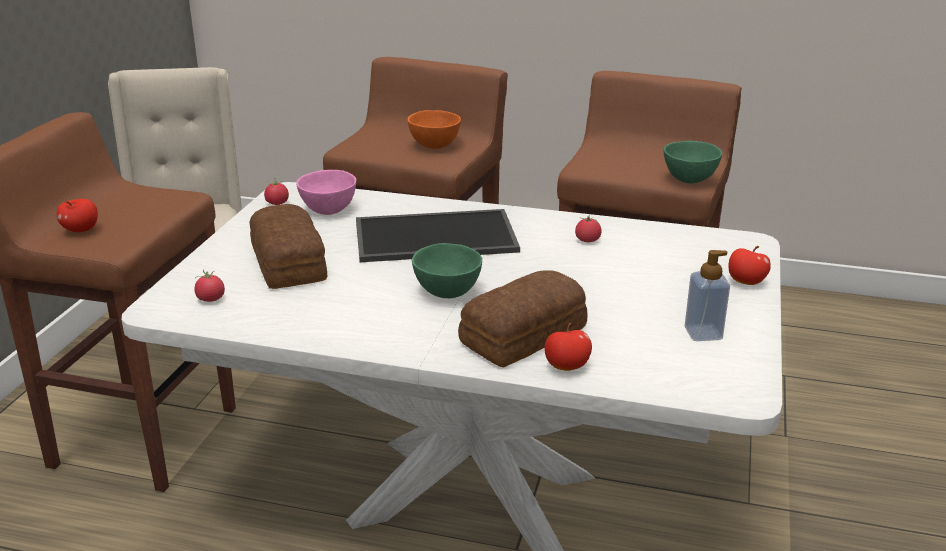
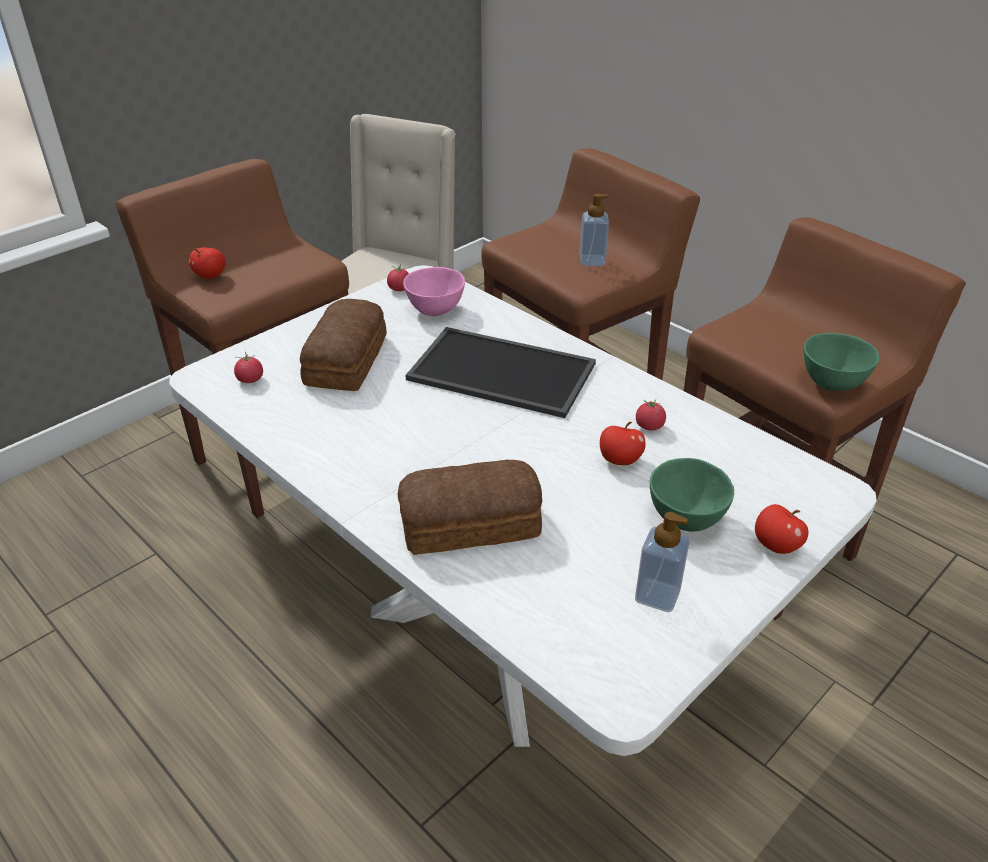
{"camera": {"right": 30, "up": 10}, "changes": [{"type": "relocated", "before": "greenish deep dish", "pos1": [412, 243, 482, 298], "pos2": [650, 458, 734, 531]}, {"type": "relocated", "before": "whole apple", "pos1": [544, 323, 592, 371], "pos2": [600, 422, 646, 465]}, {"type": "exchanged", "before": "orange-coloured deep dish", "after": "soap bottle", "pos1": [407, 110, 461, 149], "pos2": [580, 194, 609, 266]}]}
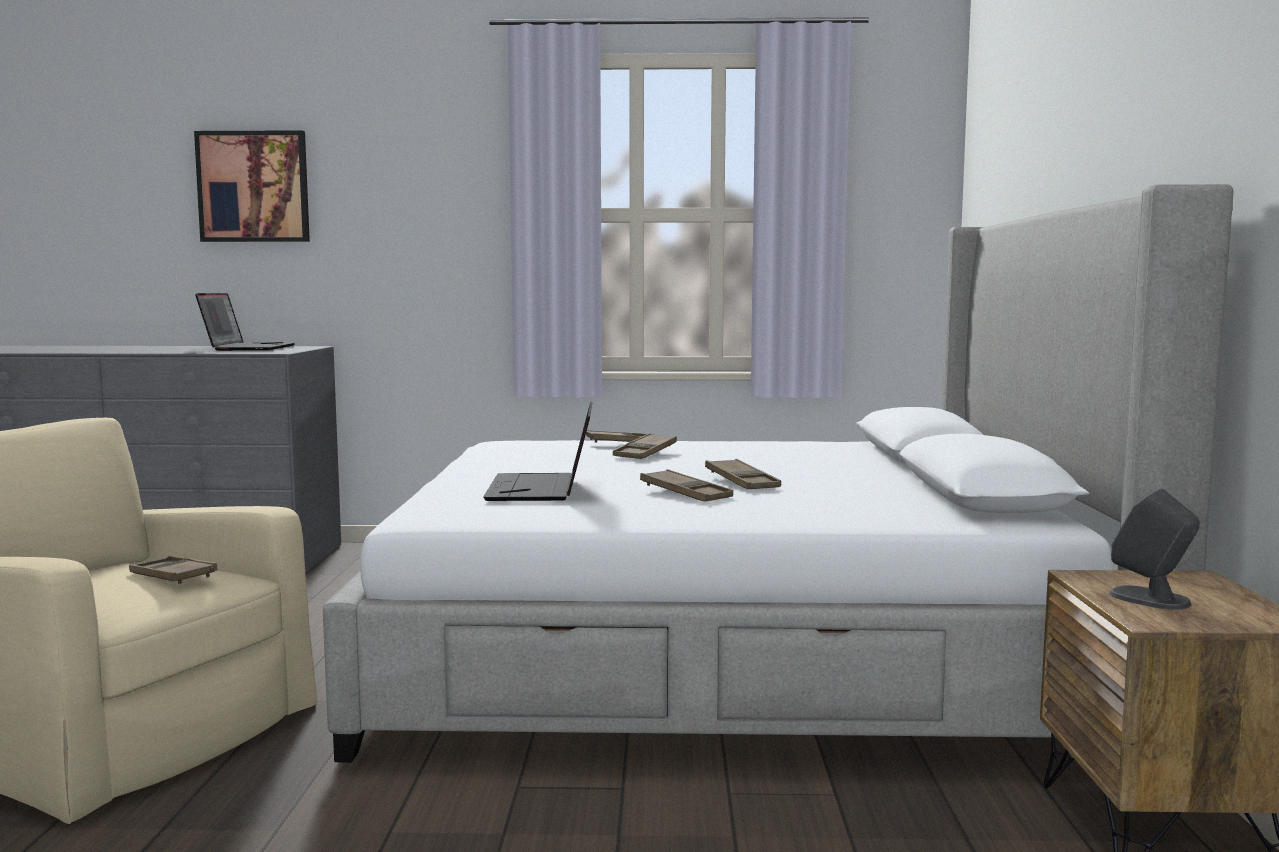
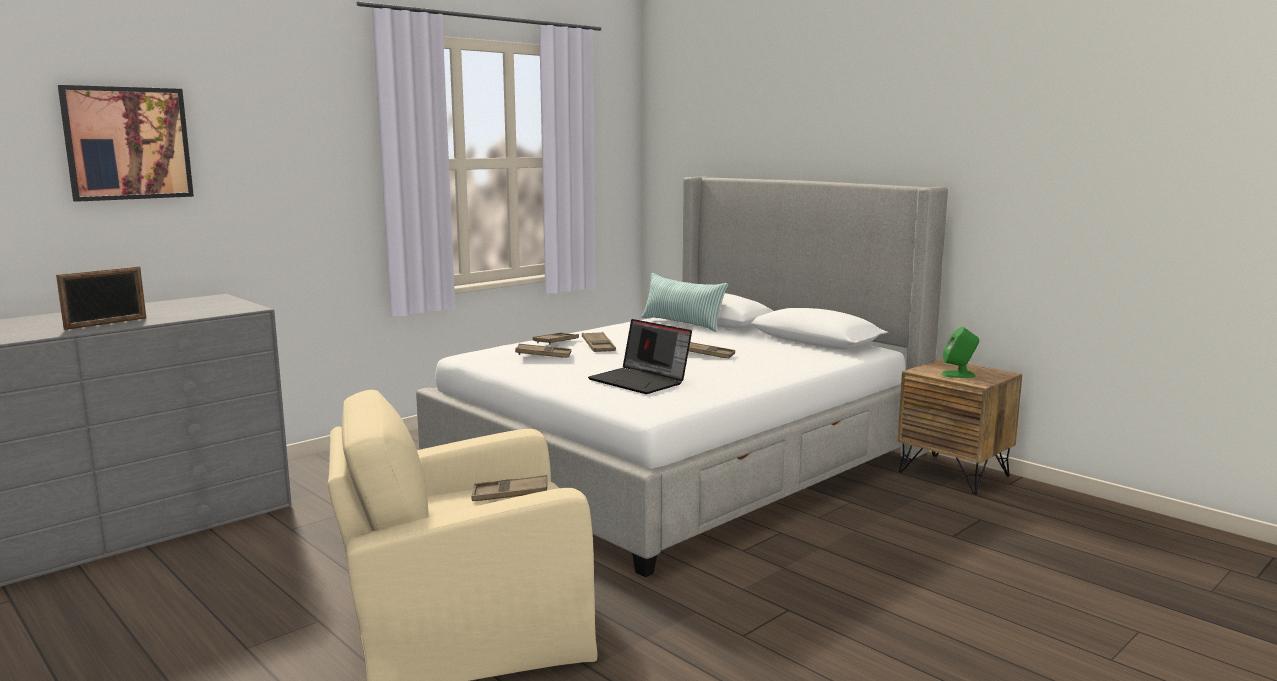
{"camera": {"right": -45, "up": 5}, "changes": [{"type": "missing", "before": "portable computer", "pos1": [195, 293, 295, 351]}, {"type": "appeared", "after": "photo frame", "pos2": [56, 266, 146, 330]}, {"type": "appeared", "after": "cushion", "pos2": [641, 273, 728, 332]}, {"type": "relocated", "before": "brown-coloured serving tray", "pos1": [640, 469, 733, 501], "pos2": [515, 344, 571, 358]}, {"type": "colour", "before": "greyish speaker", "after": "greenish speaker", "pos1": [1109, 488, 1200, 610], "pos2": [941, 327, 979, 378]}]}
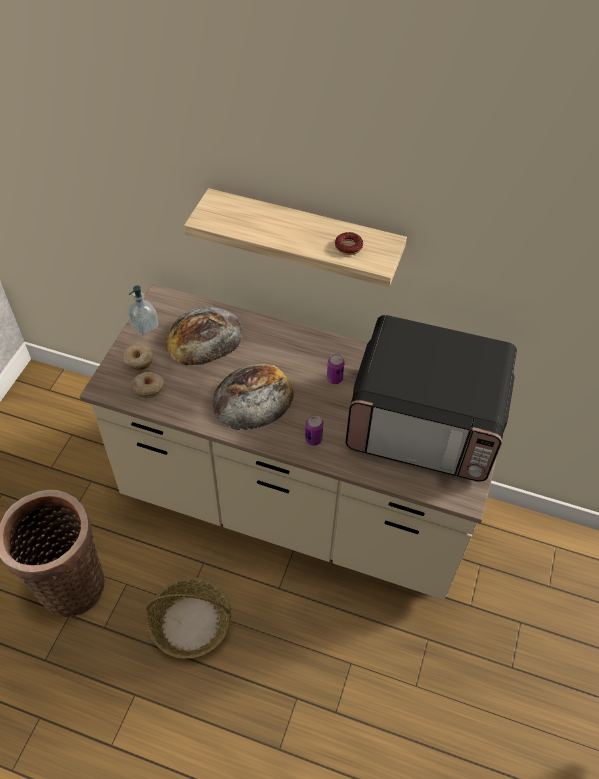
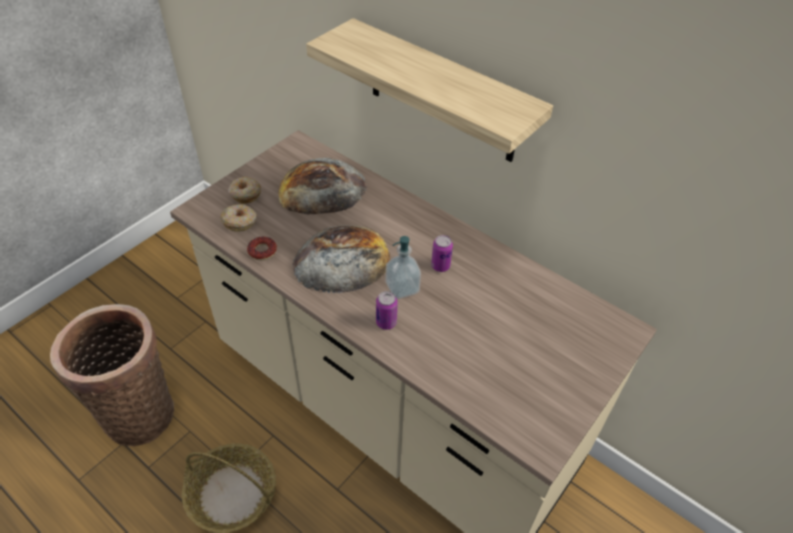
{"camera": {"right": 20, "up": -5}, "changes": [{"type": "missing", "before": "microwave oven", "pos1": [345, 315, 517, 481]}, {"type": "relocated", "before": "soap bottle", "pos1": [127, 285, 159, 336], "pos2": [386, 236, 421, 299]}, {"type": "relocated", "before": "donut", "pos1": [335, 232, 363, 255], "pos2": [247, 237, 277, 261]}]}
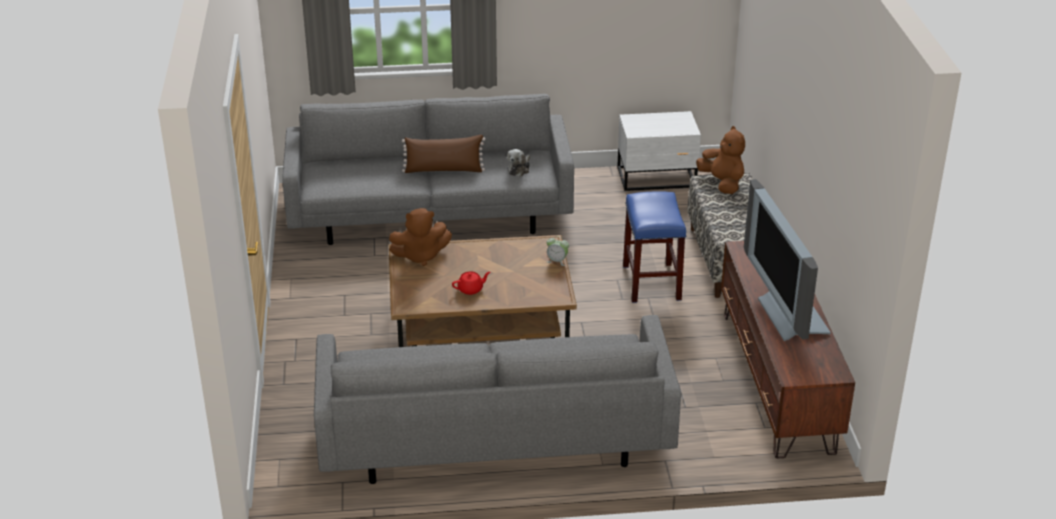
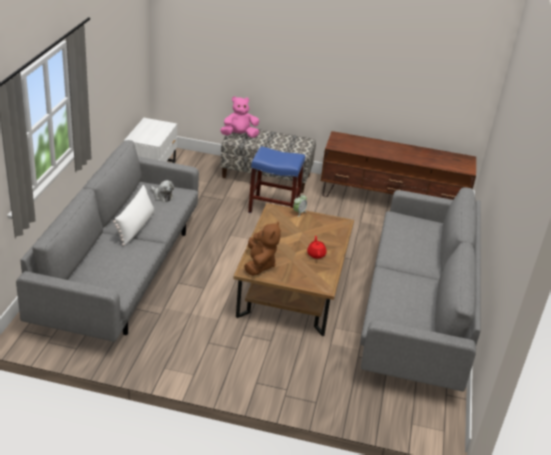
{"camera": {"right": -75, "up": 0}, "changes": [{"type": "missing", "before": "television", "pos1": [744, 179, 831, 341]}, {"type": "colour", "before": "brown-coloured cushion", "after": "whitish cushion", "pos1": [402, 135, 486, 173], "pos2": [113, 185, 154, 246]}, {"type": "colour", "before": "brown-coloured plush toy", "after": "pink plush toy", "pos1": [696, 126, 745, 194], "pos2": [220, 96, 259, 138]}]}
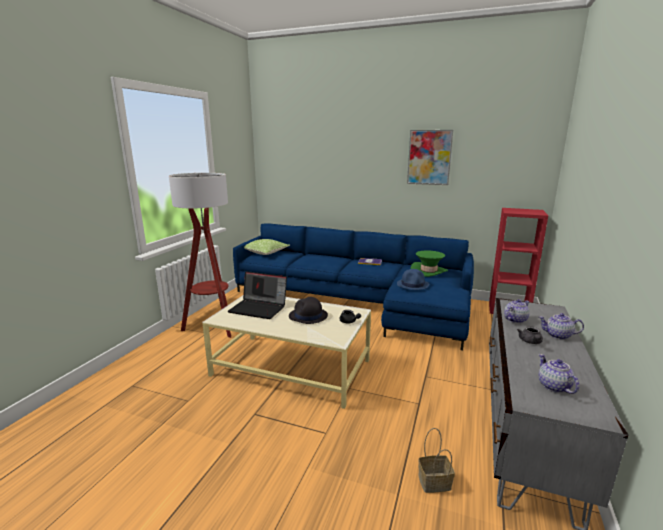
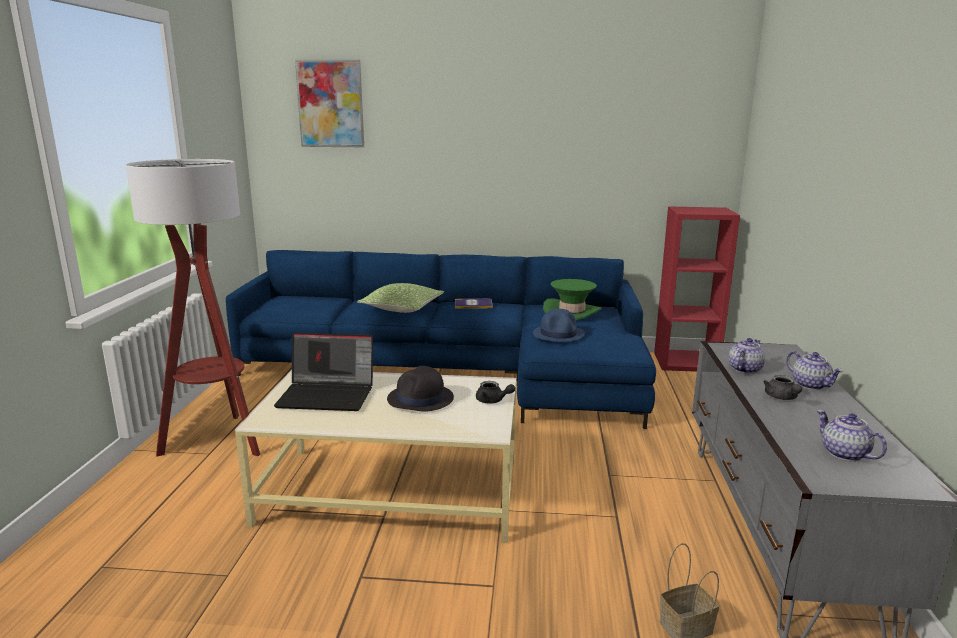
{"camera": {"right": -15, "up": 0}, "changes": [{"type": "relocated", "before": "cushion", "pos1": [244, 239, 290, 255], "pos2": [357, 283, 444, 313]}, {"type": "relocated", "before": "picture", "pos1": [407, 130, 453, 185], "pos2": [295, 60, 364, 147]}, {"type": "spun", "before": "teapot", "pos1": [539, 313, 584, 340], "pos2": [786, 351, 843, 390], "turn": -120}]}
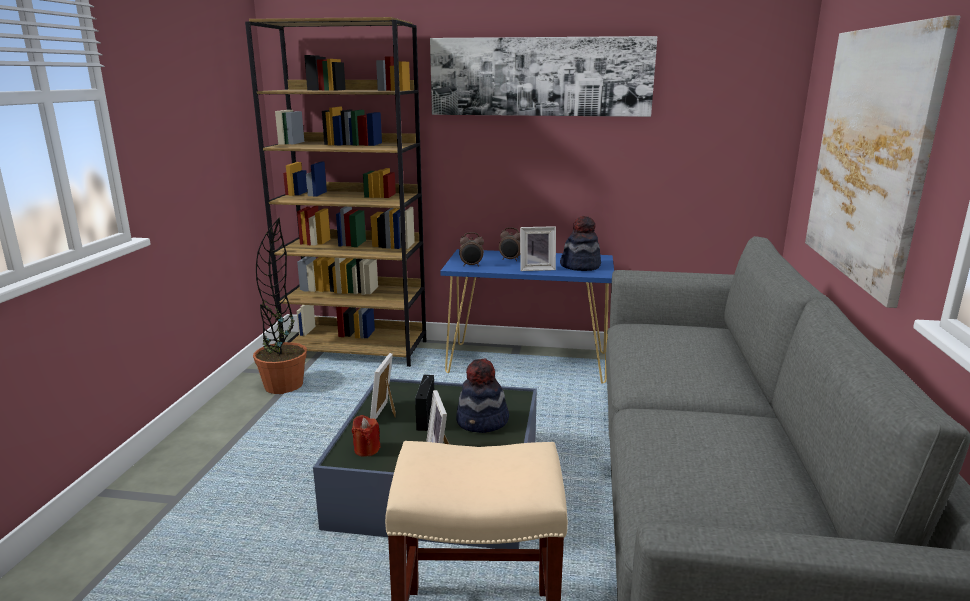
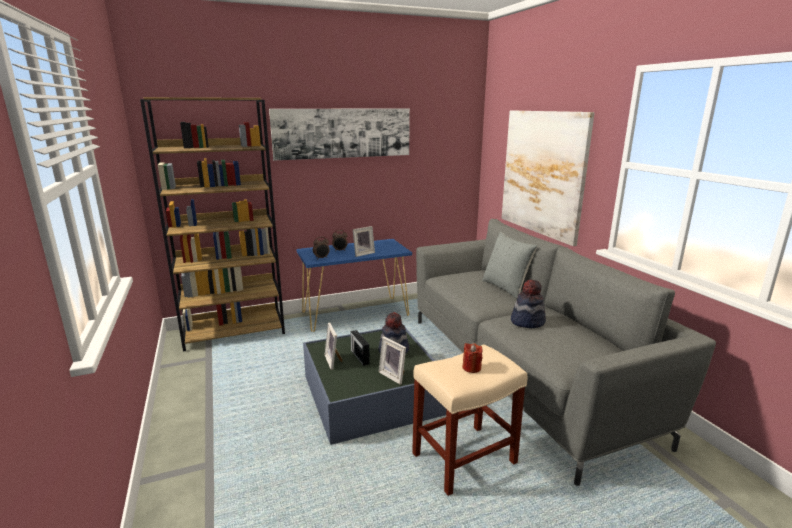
{"camera": {"right": -30, "up": 0}, "changes": [{"type": "missing", "before": "potted plant", "pos1": [253, 217, 307, 394]}, {"type": "appeared", "after": "greyish cushion", "pos2": [482, 232, 538, 299]}, {"type": "relocated", "before": "red-coloured wax light", "pos1": [352, 415, 380, 457], "pos2": [462, 343, 482, 373]}, {"type": "relocated", "before": "wearable hat", "pos1": [560, 216, 601, 271], "pos2": [511, 280, 546, 328]}]}
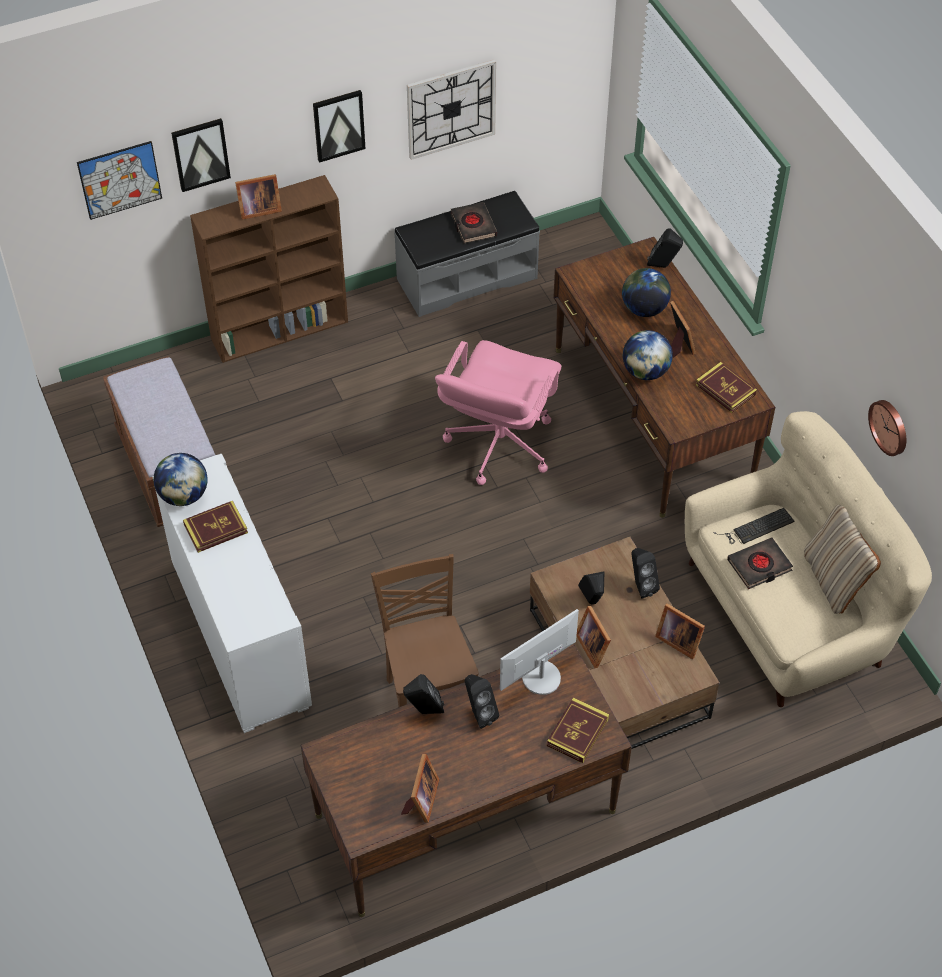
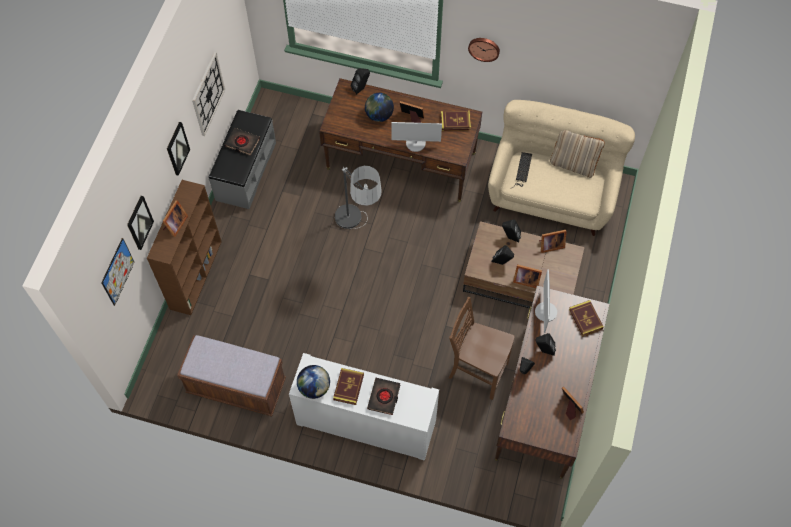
{"camera": {"right": -50, "up": 10}, "changes": [{"type": "relocated", "before": "black-coloured book", "pos1": [727, 538, 793, 589], "pos2": [367, 378, 400, 415]}, {"type": "relocated", "before": "clock on the wall", "pos1": [868, 400, 906, 456], "pos2": [468, 38, 500, 62]}, {"type": "exchanged", "before": "pink computer chair", "after": "standing lamp", "pos1": [435, 340, 561, 485], "pos2": [335, 166, 382, 229]}, {"type": "exchanged", "before": "desk globe", "after": "computer screen", "pos1": [623, 330, 673, 380], "pos2": [391, 122, 442, 152]}]}
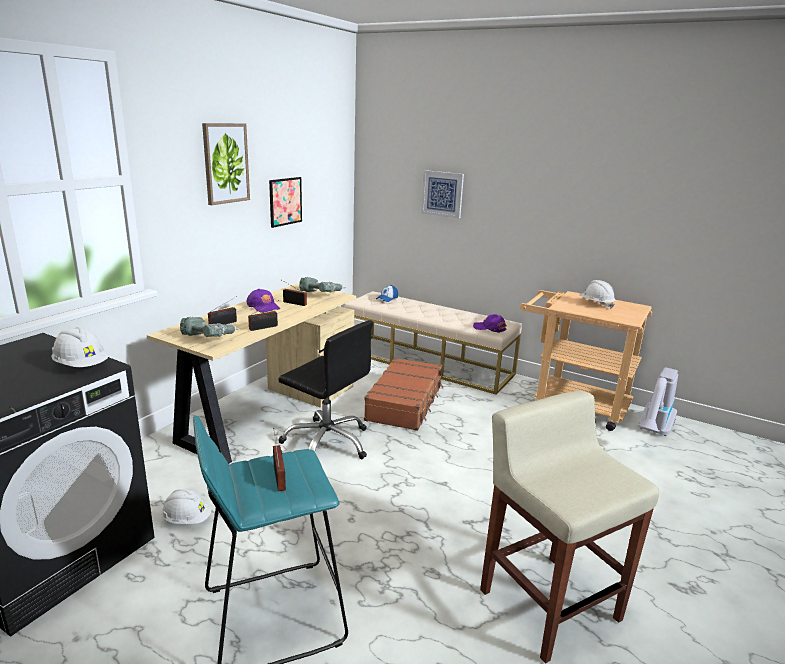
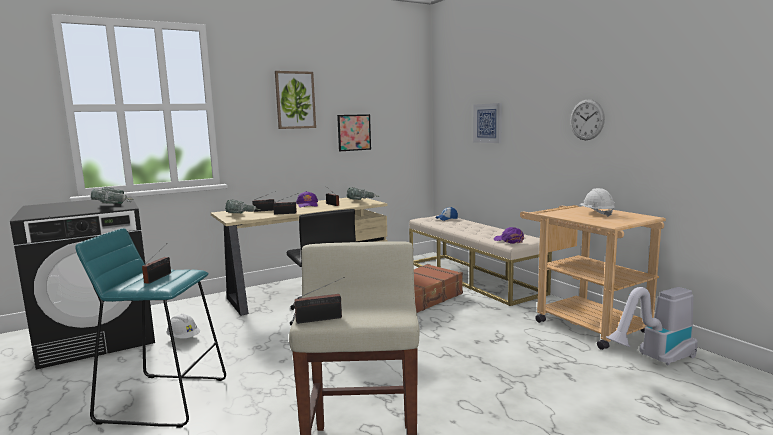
{"camera": {"right": 30, "up": -10}, "changes": [{"type": "appeared", "after": "radio set", "pos2": [295, 277, 345, 324]}, {"type": "appeared", "after": "clock on the wall", "pos2": [570, 99, 605, 140]}, {"type": "exchanged", "before": "whitish safety helmet", "after": "electric drill", "pos1": [51, 327, 109, 367], "pos2": [91, 187, 133, 204]}]}
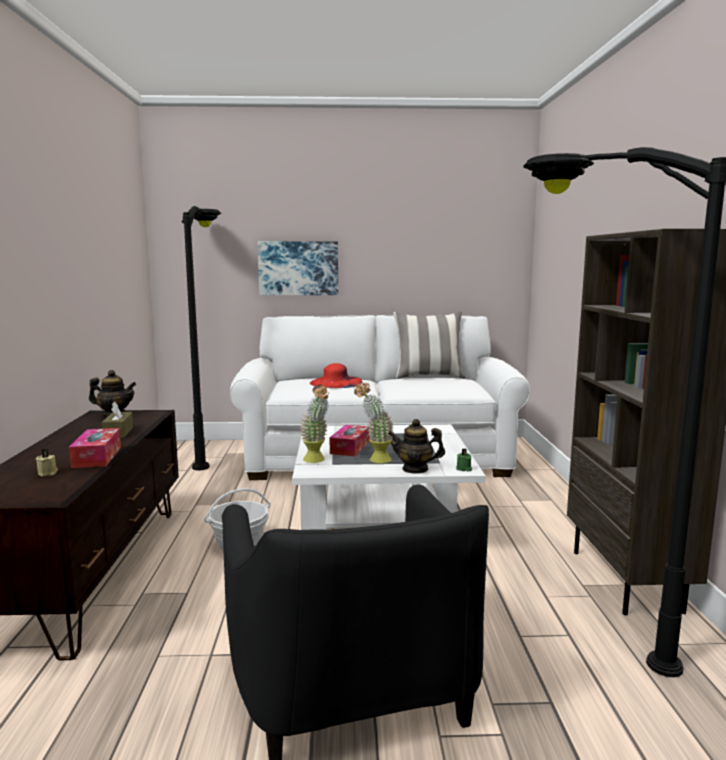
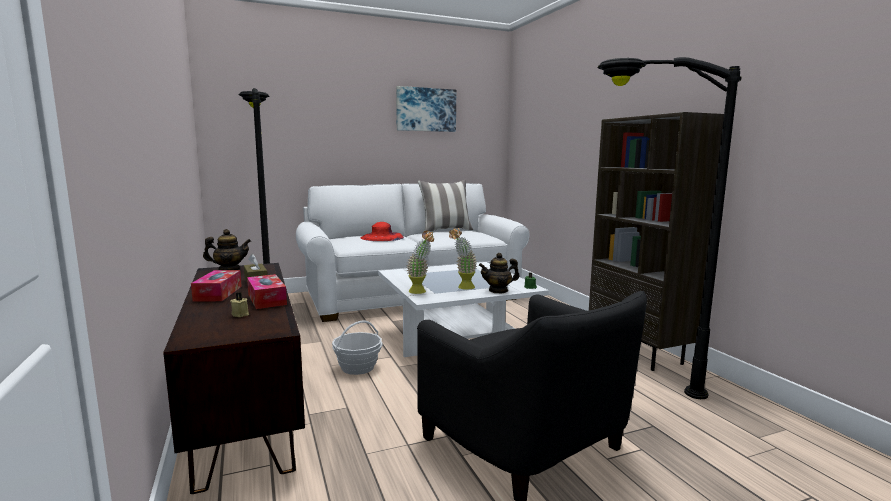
{"camera": {"right": -20, "up": 0}, "changes": [{"type": "relocated", "before": "picture", "pos1": [258, 241, 338, 295], "pos2": [396, 86, 456, 132]}, {"type": "relocated", "before": "box of tissues", "pos1": [330, 425, 369, 457], "pos2": [191, 270, 242, 302]}]}
